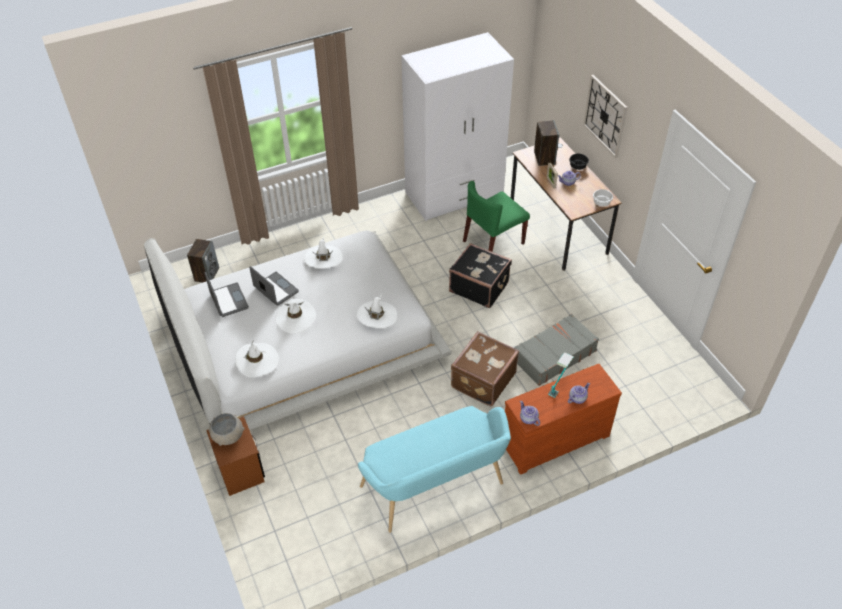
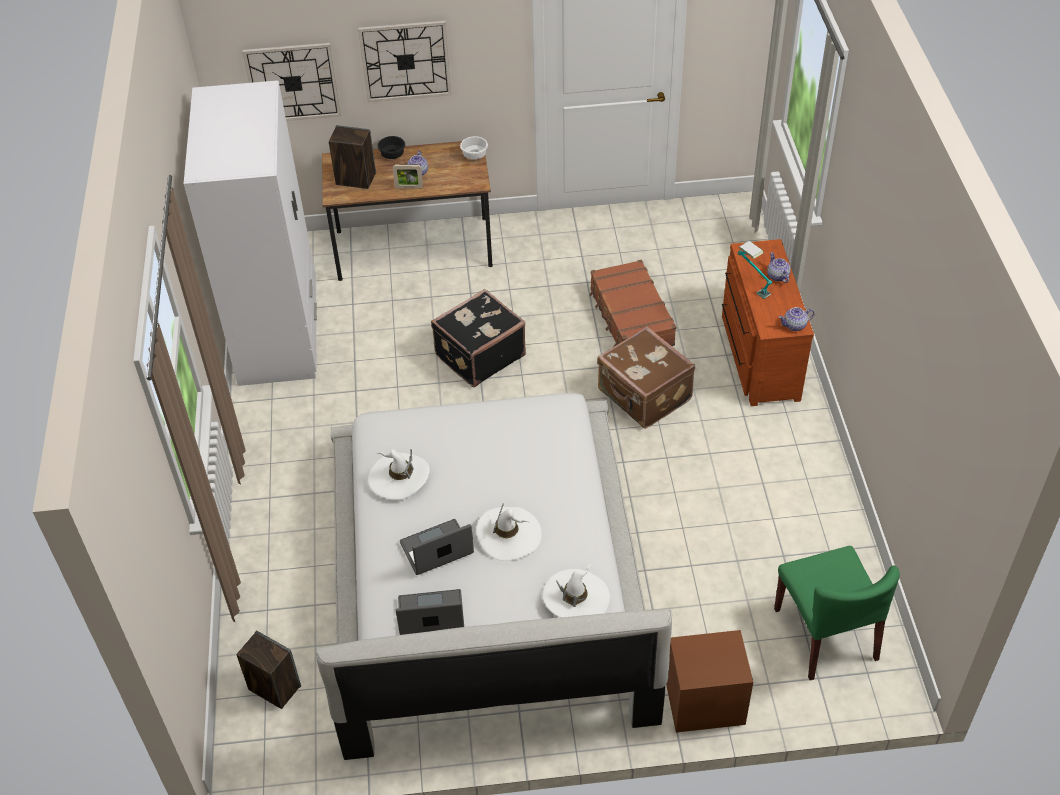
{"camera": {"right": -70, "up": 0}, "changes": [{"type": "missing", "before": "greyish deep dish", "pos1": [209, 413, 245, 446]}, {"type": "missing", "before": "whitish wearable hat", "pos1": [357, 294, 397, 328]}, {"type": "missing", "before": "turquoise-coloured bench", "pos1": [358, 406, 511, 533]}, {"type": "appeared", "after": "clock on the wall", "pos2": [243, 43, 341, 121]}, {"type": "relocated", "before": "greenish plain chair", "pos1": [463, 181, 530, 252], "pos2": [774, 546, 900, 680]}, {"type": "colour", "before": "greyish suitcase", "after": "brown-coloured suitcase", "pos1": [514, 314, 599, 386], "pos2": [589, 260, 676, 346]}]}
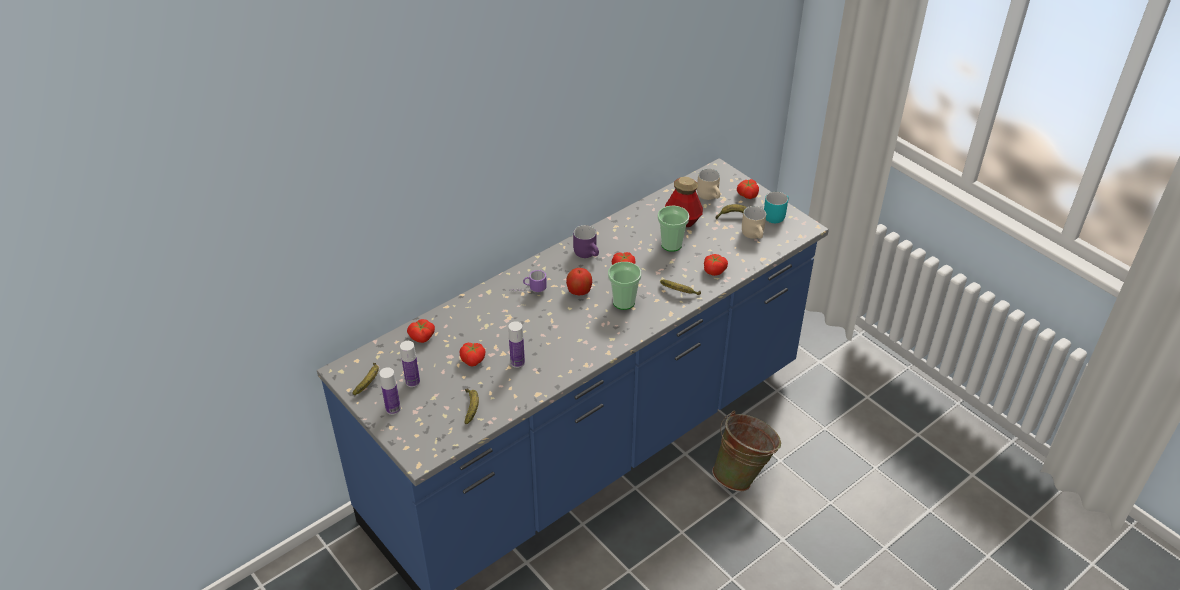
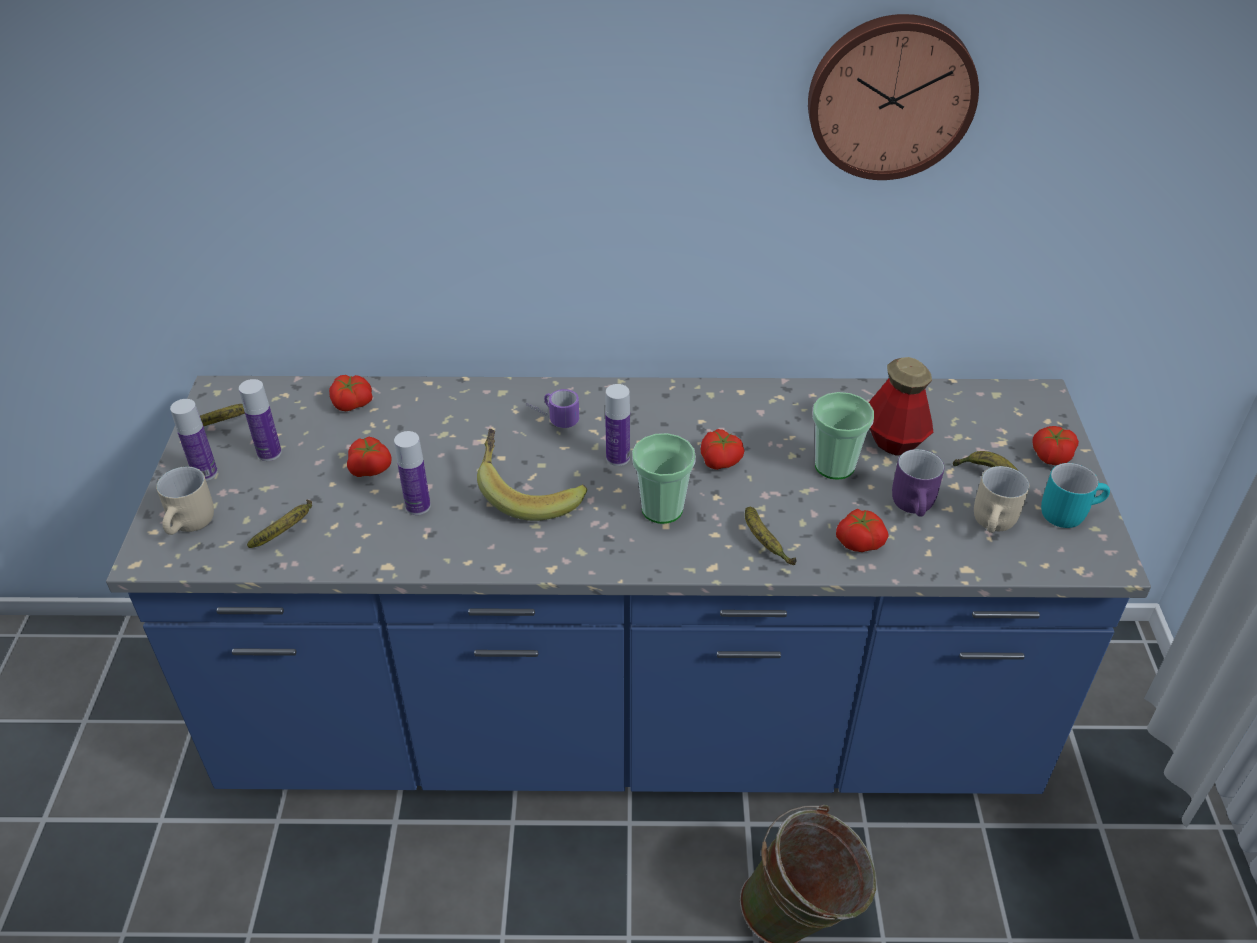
{"camera": {"right": 40, "up": 0}, "changes": [{"type": "appeared", "after": "banana fruit", "pos2": [477, 429, 587, 521]}, {"type": "appeared", "after": "clock on the wall", "pos2": [808, 14, 979, 180]}, {"type": "relocated", "before": "purple-coloured tea mug", "pos1": [573, 225, 599, 258], "pos2": [892, 449, 944, 517]}, {"type": "relocated", "before": "beige-coloured tea mug", "pos1": [697, 169, 720, 200], "pos2": [156, 466, 214, 535]}, {"type": "exchanged", "before": "whole apple", "after": "bottle", "pos1": [566, 268, 592, 295], "pos2": [605, 384, 630, 466]}]}
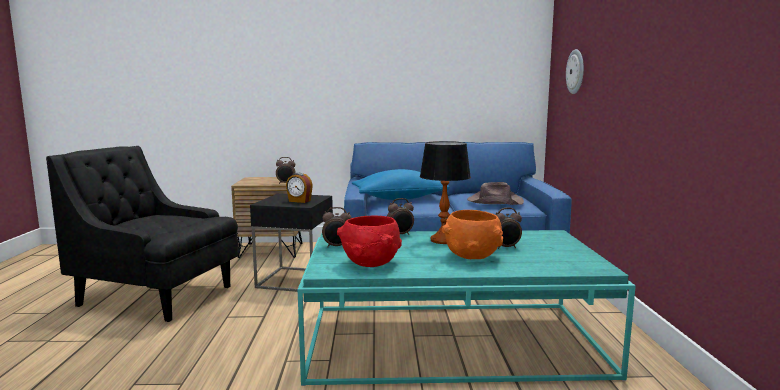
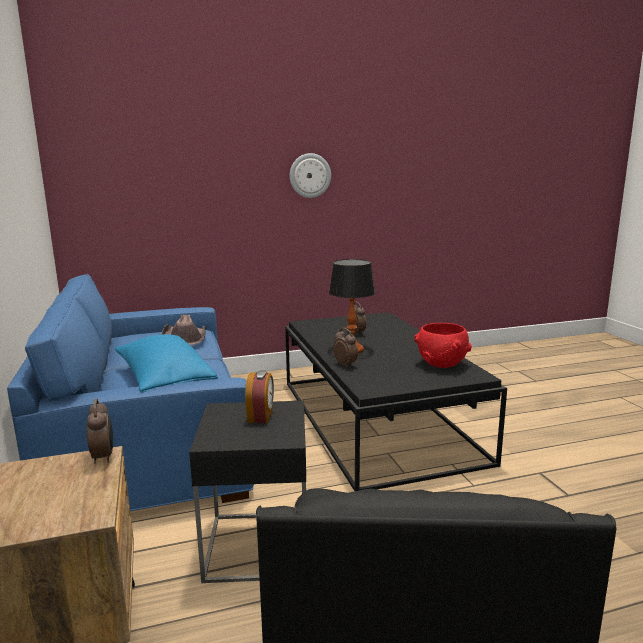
{"camera": {"right": -105, "up": 5}, "changes": [{"type": "missing", "before": "bedside clock", "pos1": [322, 207, 352, 248]}, {"type": "missing", "before": "orange-coloured deep dish", "pos1": [442, 210, 503, 259]}, {"type": "relocated", "before": "clock on the wall", "pos1": [566, 49, 584, 94], "pos2": [289, 153, 331, 198]}, {"type": "colour", "before": "turquoise-coloured low table", "after": "black-coloured low table", "pos1": [298, 230, 636, 386], "pos2": [285, 312, 507, 491]}]}
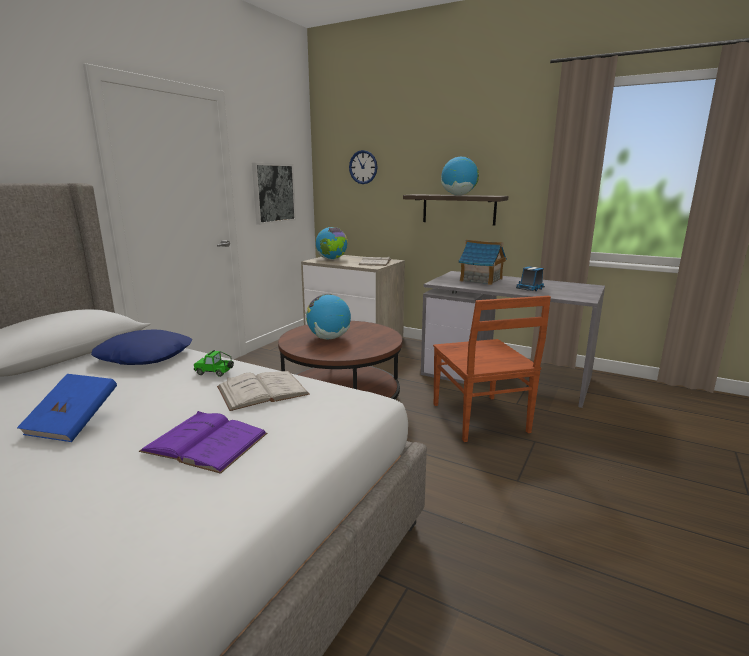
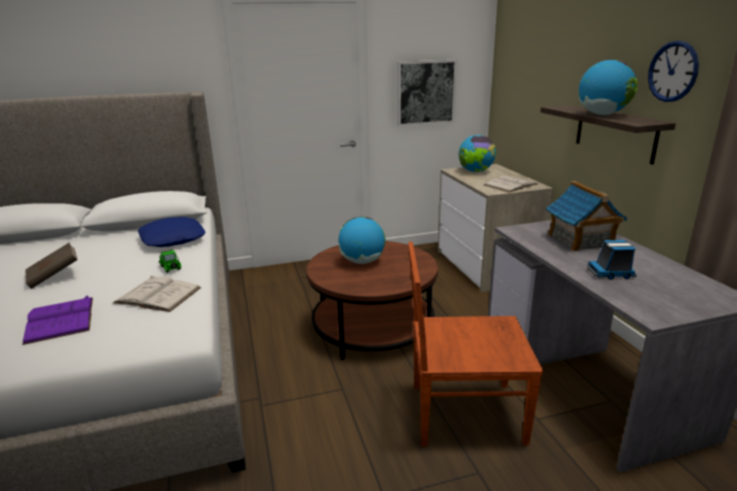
{"camera": {"right": 45, "up": 5}, "changes": [{"type": "relocated", "before": "clock on the wall", "pos1": [349, 150, 378, 184], "pos2": [648, 41, 699, 102]}, {"type": "colour", "before": "blue-coloured book", "after": "brown-coloured book", "pos1": [17, 374, 117, 442], "pos2": [25, 243, 77, 289]}, {"type": "spun", "before": "brown-coloured plain chair", "pos1": [433, 296, 551, 442], "pos2": [408, 242, 543, 447], "turn": 60}]}
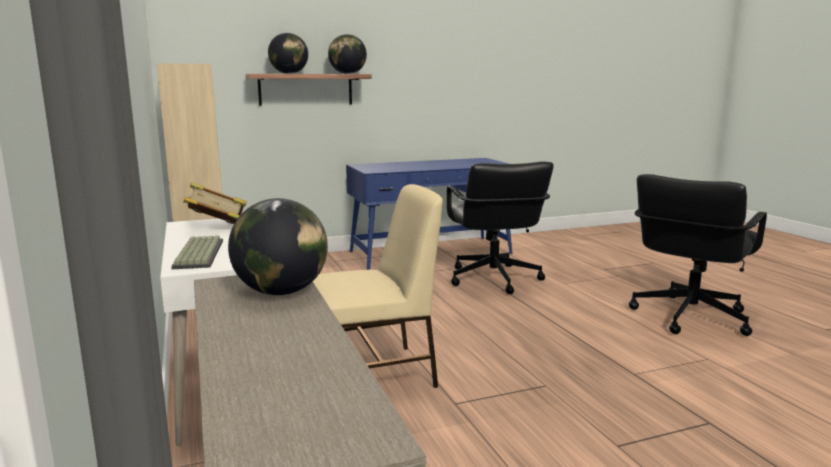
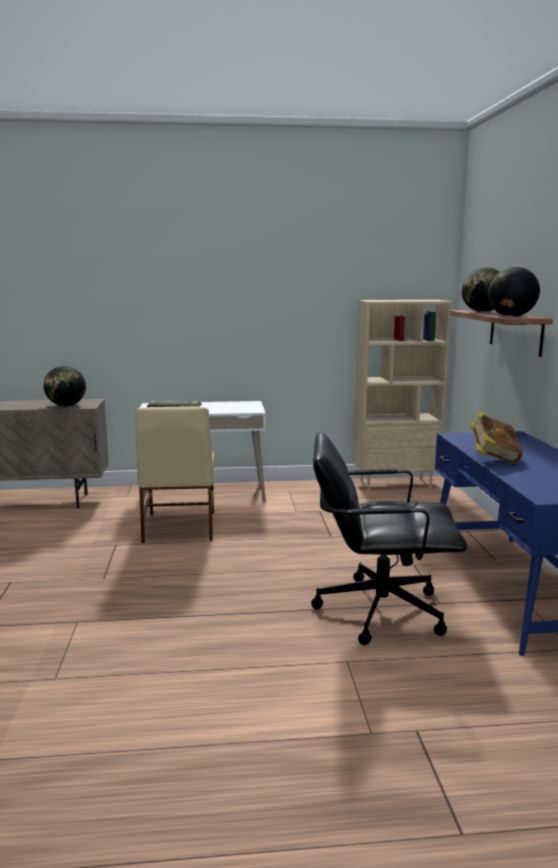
{"camera": {"right": 105, "up": 0}, "changes": [{"type": "missing", "before": "black-coloured computer chair", "pos1": [629, 174, 767, 336]}, {"type": "relocated", "before": "book", "pos1": [183, 182, 247, 224], "pos2": [469, 411, 523, 464]}]}
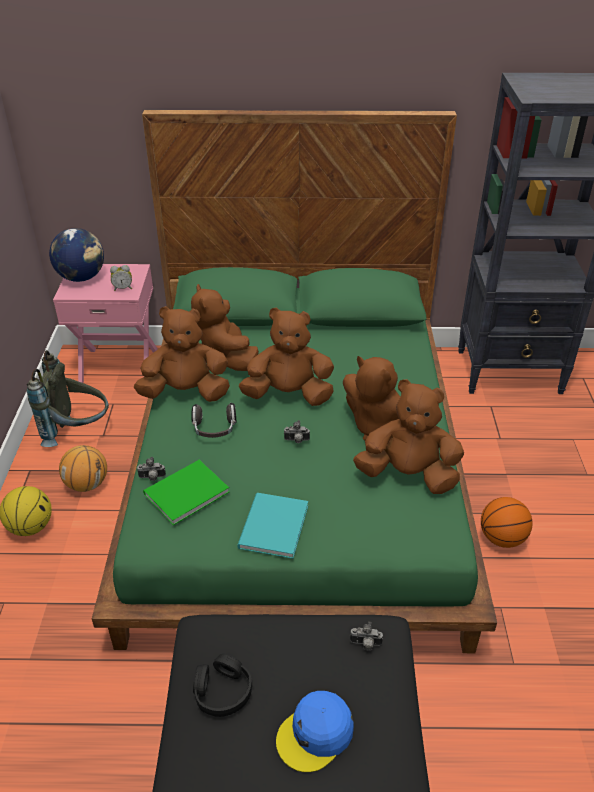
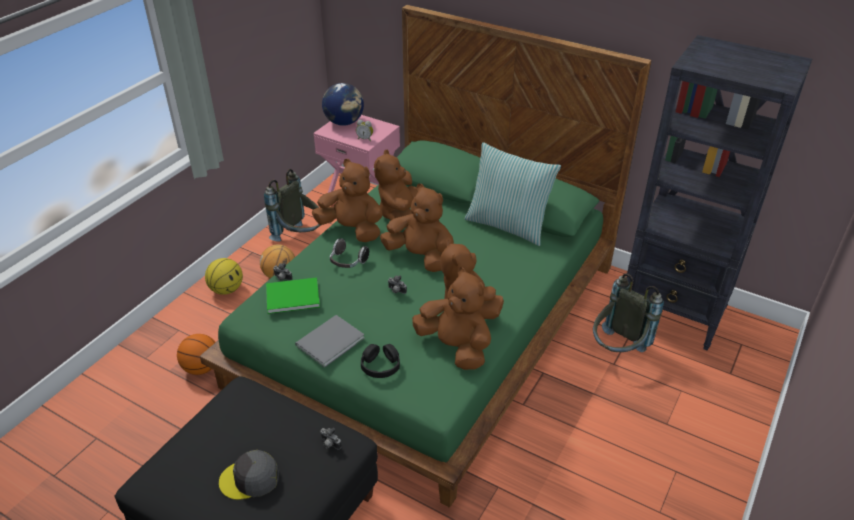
{"camera": {"right": 30, "up": 0}, "changes": [{"type": "appeared", "after": "cushion", "pos2": [465, 142, 561, 246]}, {"type": "appeared", "after": "greyish rucksack", "pos2": [593, 273, 664, 352]}, {"type": "relocated", "before": "black-coloured pair of headphones", "pos1": [193, 654, 252, 717], "pos2": [361, 344, 400, 378]}, {"type": "relocated", "before": "ball for basketball", "pos1": [481, 497, 533, 548], "pos2": [177, 334, 215, 375]}, {"type": "colour", "before": "turquoise-coloured book", "after": "greyish book", "pos1": [237, 493, 308, 559], "pos2": [295, 315, 365, 368]}, {"type": "colour", "before": "blue-coloured cap", "after": "greyish cap", "pos1": [276, 691, 354, 772], "pos2": [219, 450, 279, 500]}]}
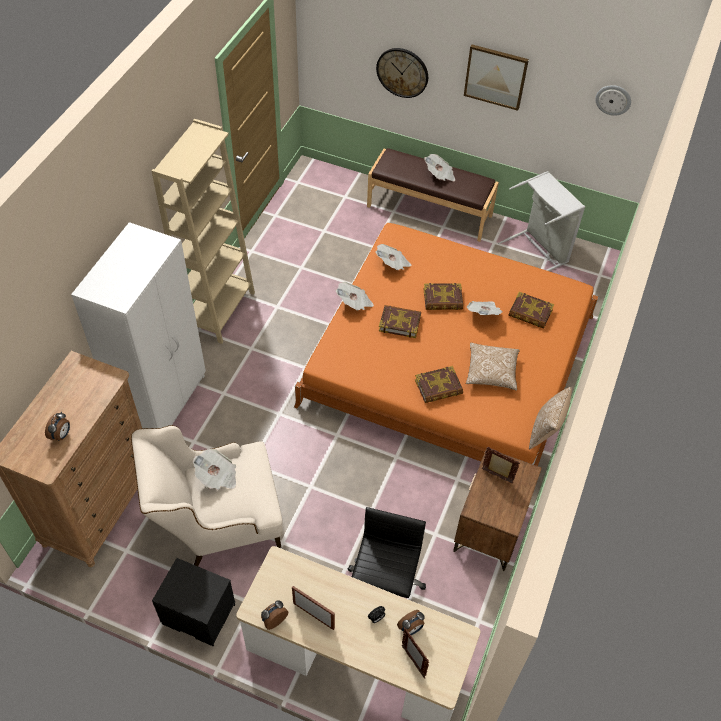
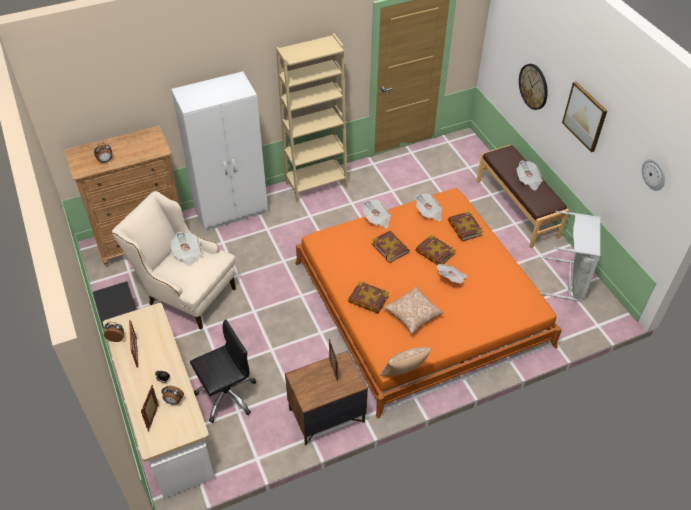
{"camera": {"right": 45, "up": -5}, "changes": [{"type": "relocated", "before": "book", "pos1": [509, 292, 554, 329], "pos2": [448, 211, 483, 241]}]}
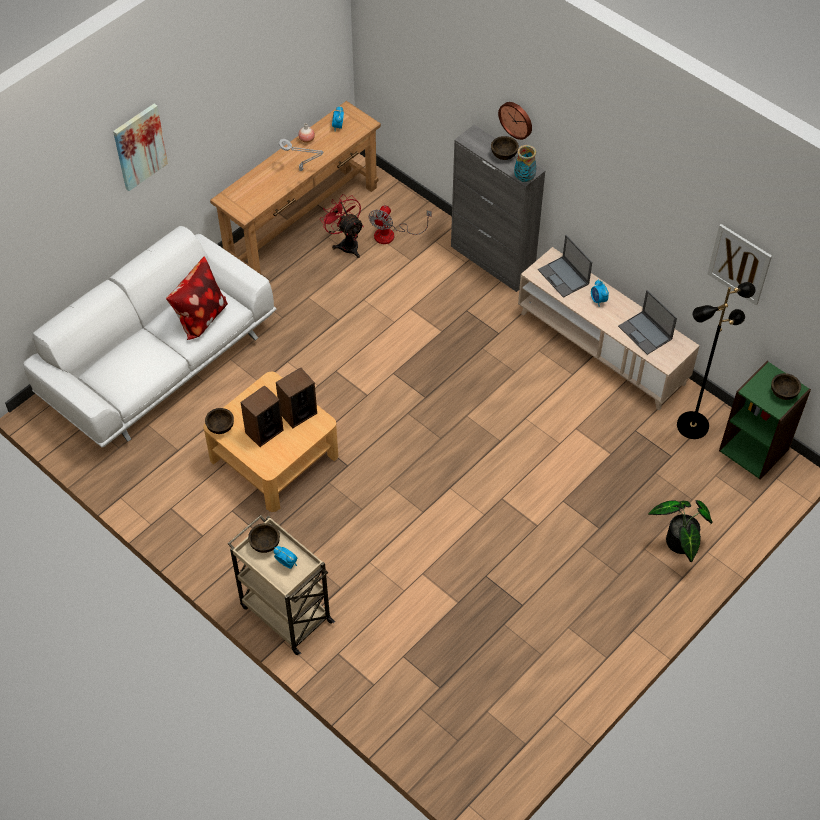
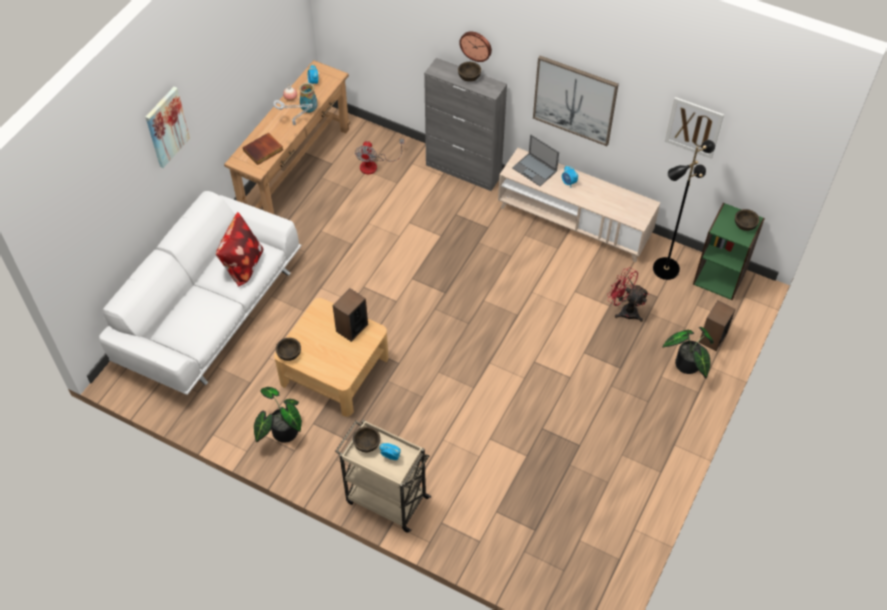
{"camera": {"right": -15, "up": 0}, "changes": [{"type": "missing", "before": "portable computer", "pos1": [618, 290, 677, 355]}, {"type": "appeared", "after": "book", "pos2": [243, 133, 283, 165]}, {"type": "appeared", "after": "potted plant", "pos2": [254, 387, 302, 443]}, {"type": "appeared", "after": "picture", "pos2": [533, 56, 619, 146]}, {"type": "relocated", "before": "speaker", "pos1": [241, 385, 284, 447], "pos2": [699, 301, 736, 351]}, {"type": "relocated", "before": "red-coloured fan", "pos1": [321, 194, 364, 258], "pos2": [607, 267, 649, 322]}, {"type": "relocated", "before": "flower vase", "pos1": [514, 145, 536, 182], "pos2": [299, 83, 318, 113]}]}
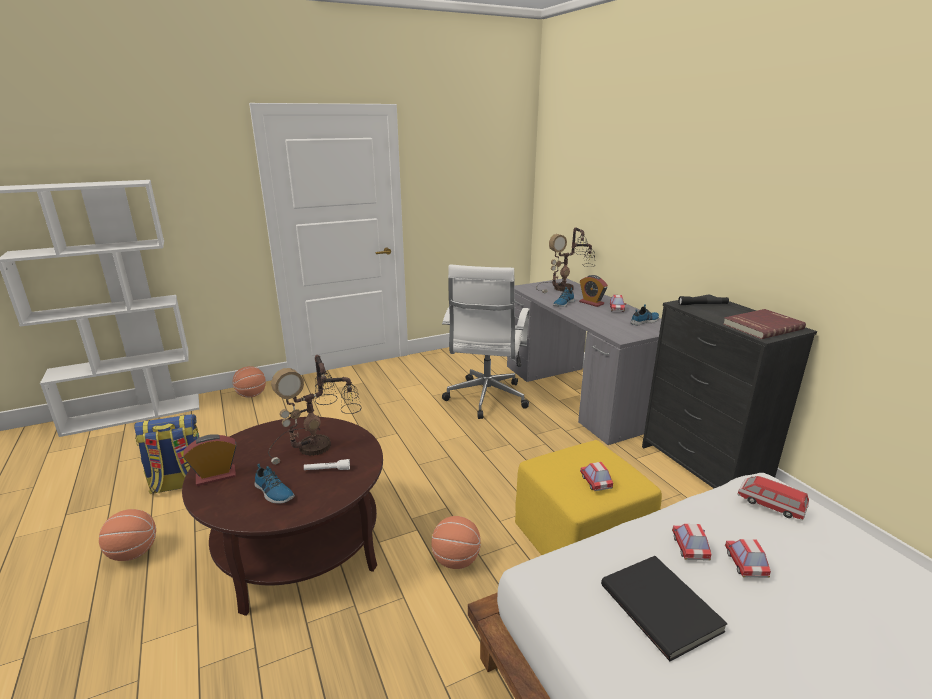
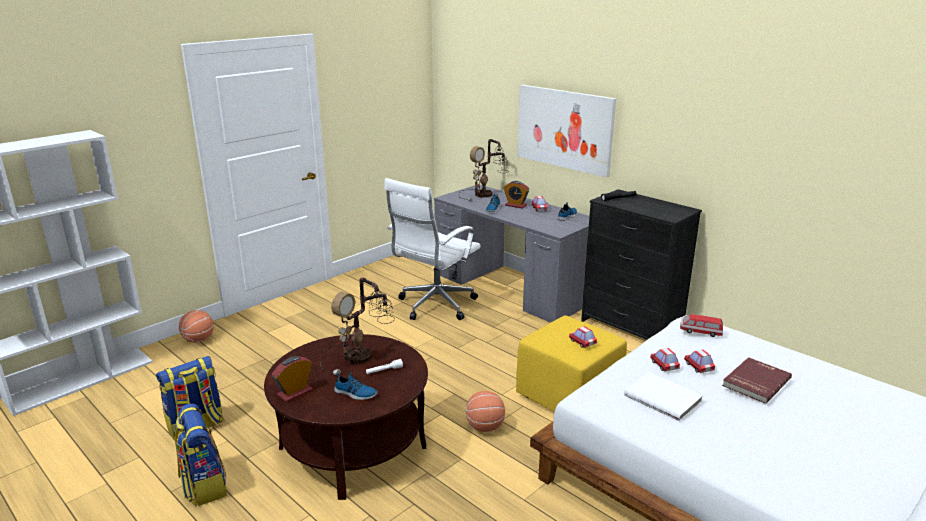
{"camera": {"right": -20, "up": 0}, "changes": [{"type": "appeared", "after": "picture", "pos2": [517, 85, 616, 178]}, {"type": "relocated", "before": "red-coloured book", "pos1": [723, 309, 806, 339], "pos2": [722, 357, 792, 404]}, {"type": "exchanged", "before": "ball for basketball", "after": "rucksack", "pos1": [99, 509, 156, 561], "pos2": [174, 403, 227, 506]}, {"type": "colour", "before": "black-coloured book", "after": "whitish book", "pos1": [601, 556, 728, 661], "pos2": [624, 372, 703, 421]}, {"type": "spun", "before": "whitish computer chair", "pos1": [442, 265, 530, 419], "pos2": [384, 178, 481, 320], "turn": 45}]}
